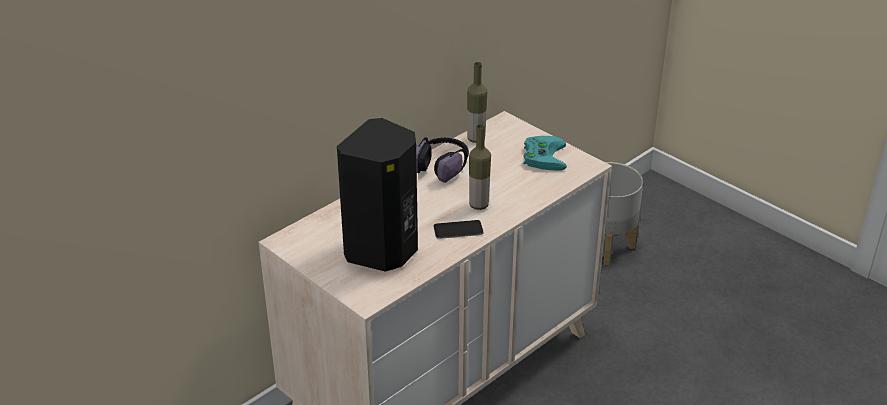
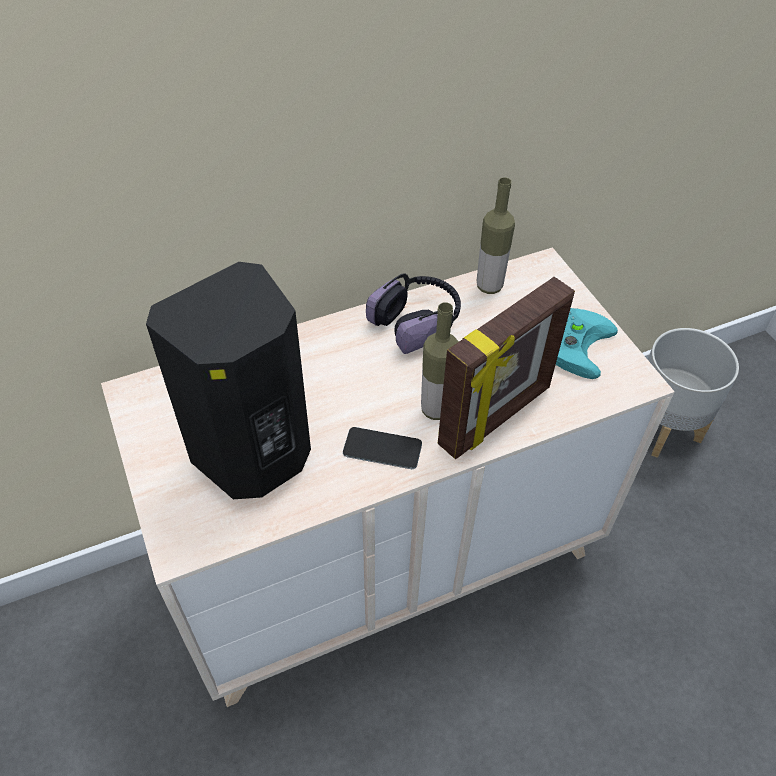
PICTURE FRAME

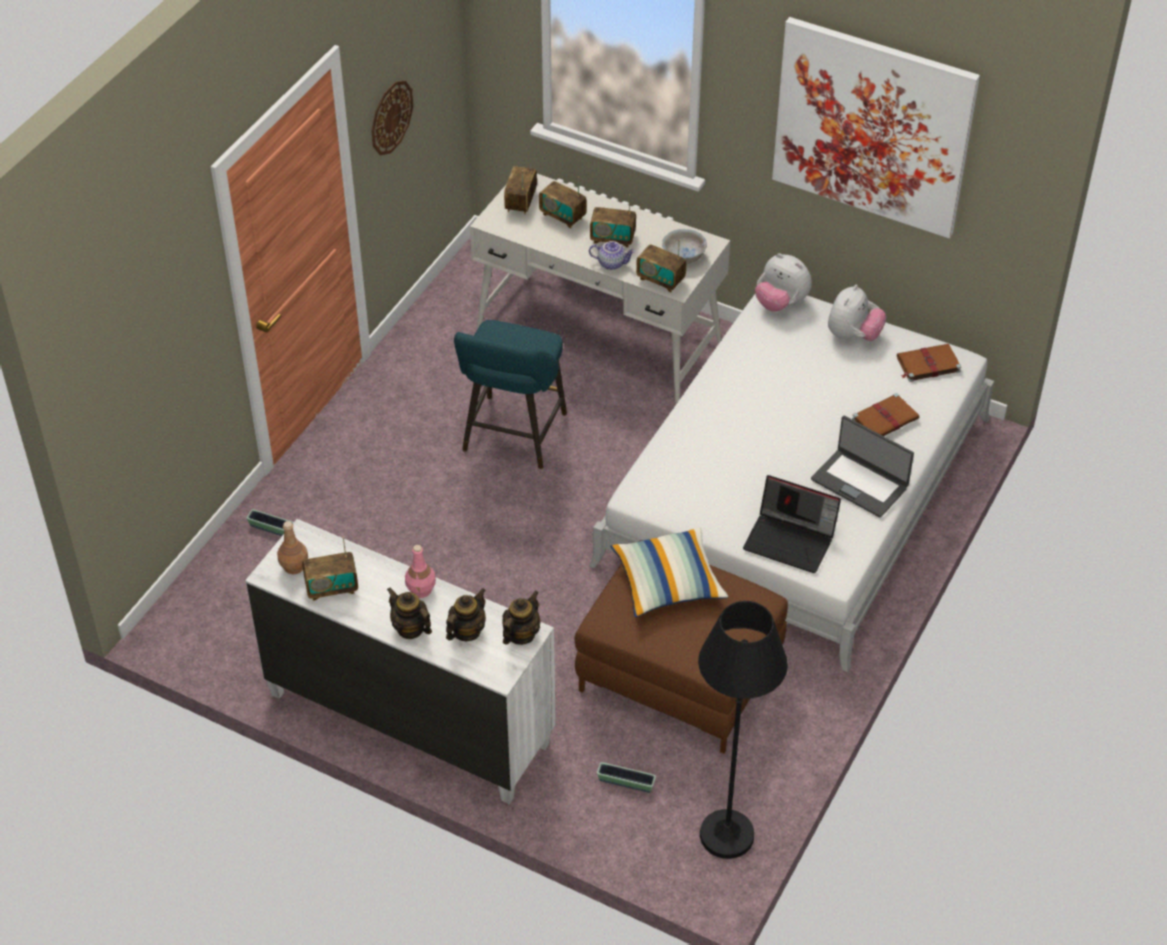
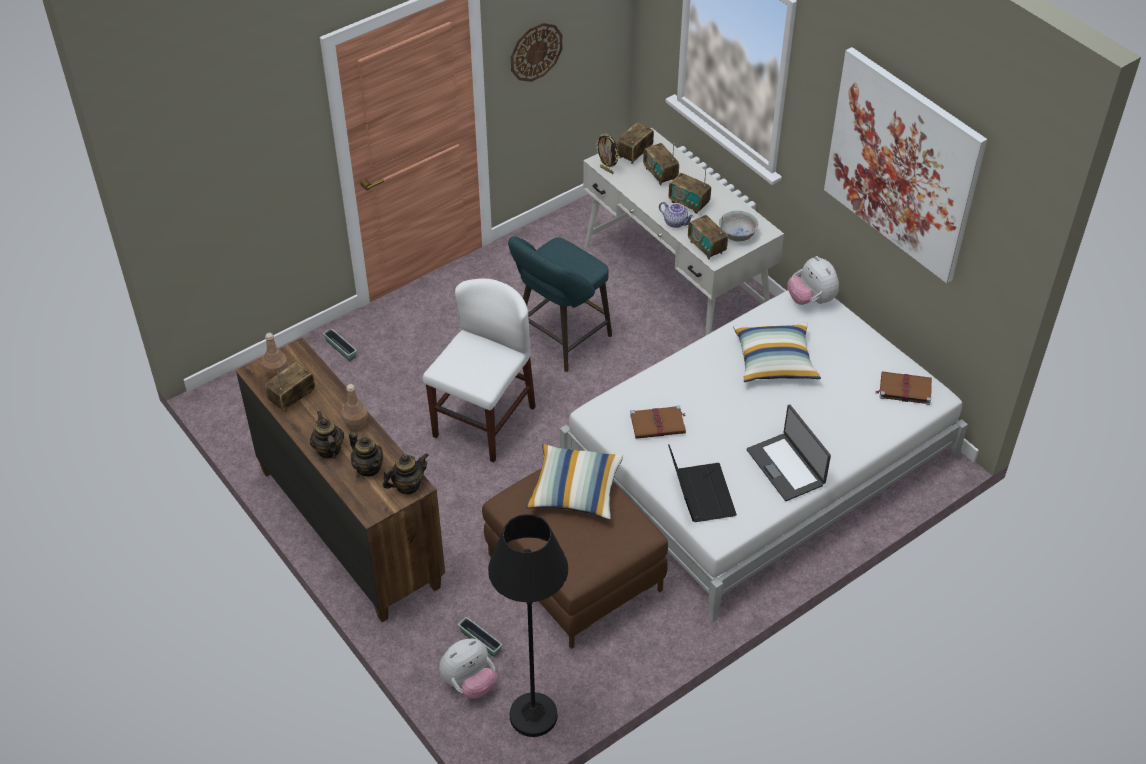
BROWN DRESSER
RADIO (no. 1 from left)
BROWN BOTTLE (no. 2 from left)
TEAPOT (no. 2 from left)
LAPTOP (no. 1 from left)
PLUSH TOY (no. 1 from left)
BROWN BOOK (no. 1 from left)
WHITE CHAIR
PICTURE FRAME
PILLOW (no. 2 from left)

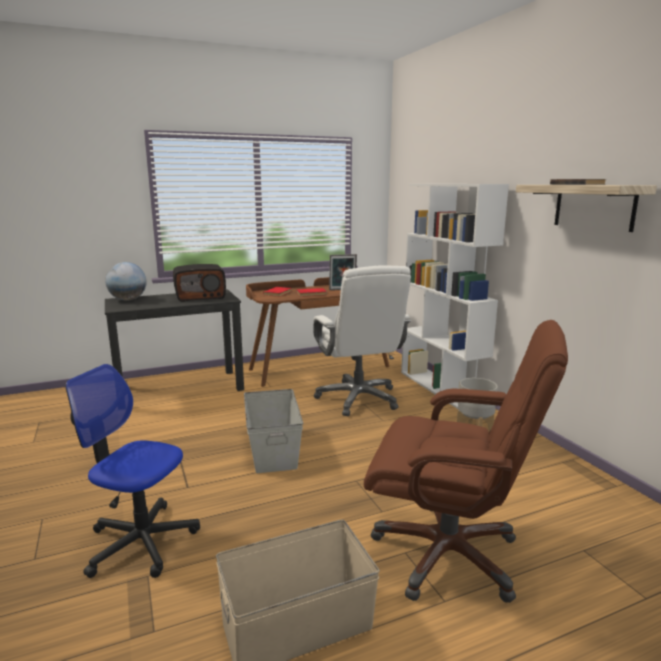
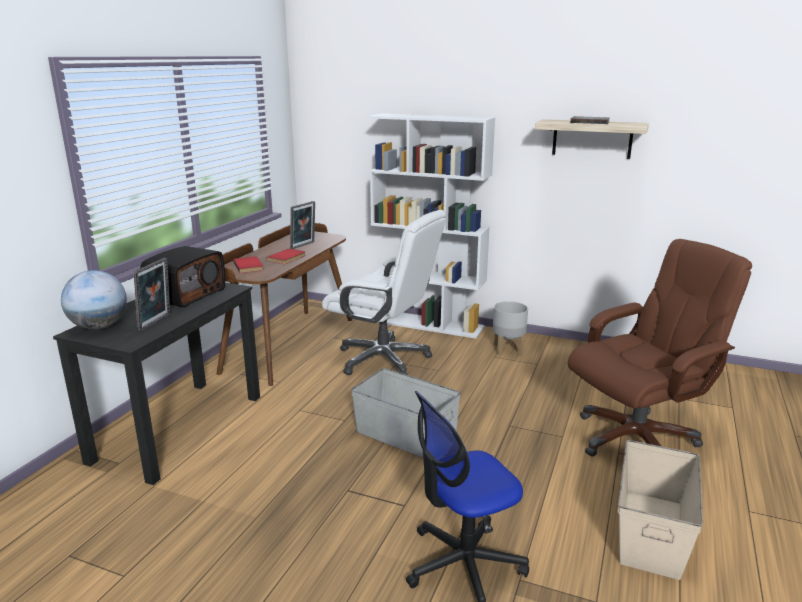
PICTURE FRAME (no. 1 from left)

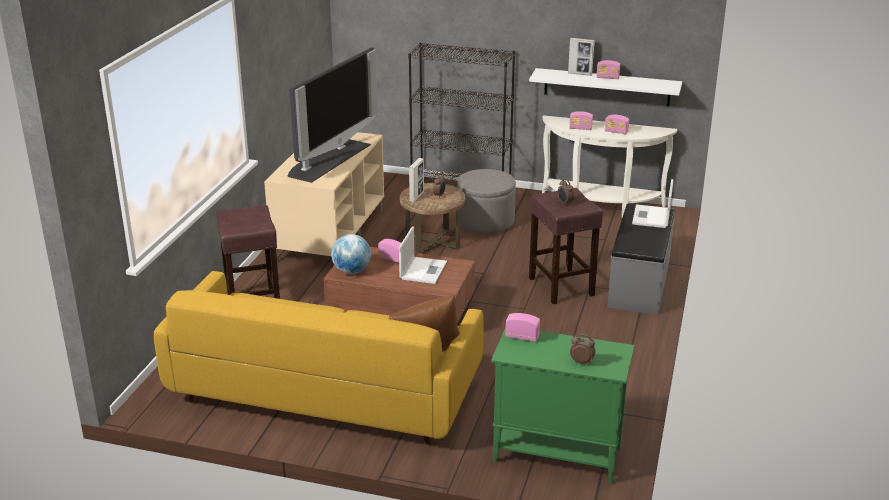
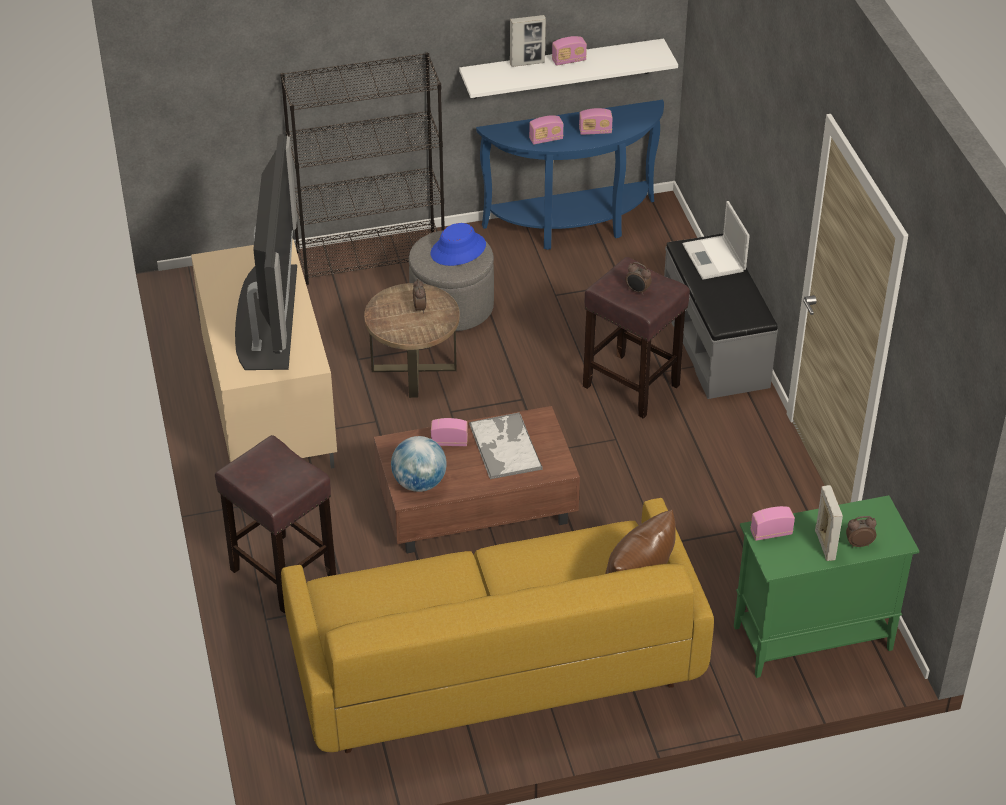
TRAY
PICTURE FRAME (no. 2 from left)
BLUE CONSOLE TABLE
BLUE HAT

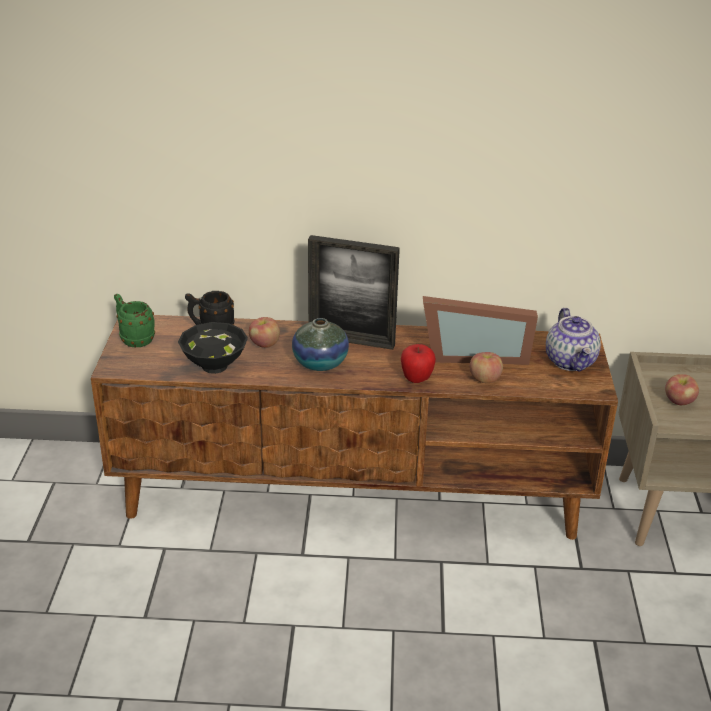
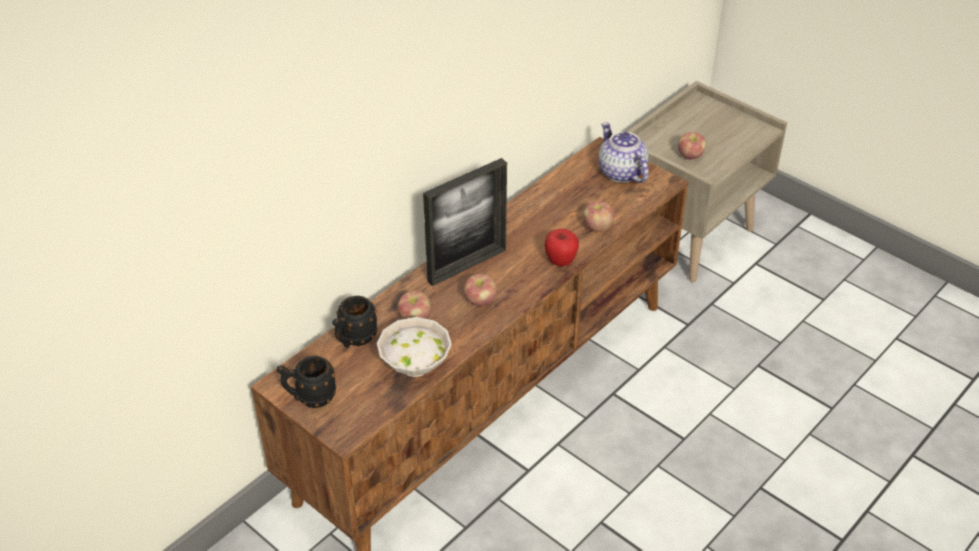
BLACK MUG (no. 1 from left)
WHITE BOWL
APPLE (no. 2 from left)
PICTURE FRAME (no. 2 from left in the first image)
TEAPOT

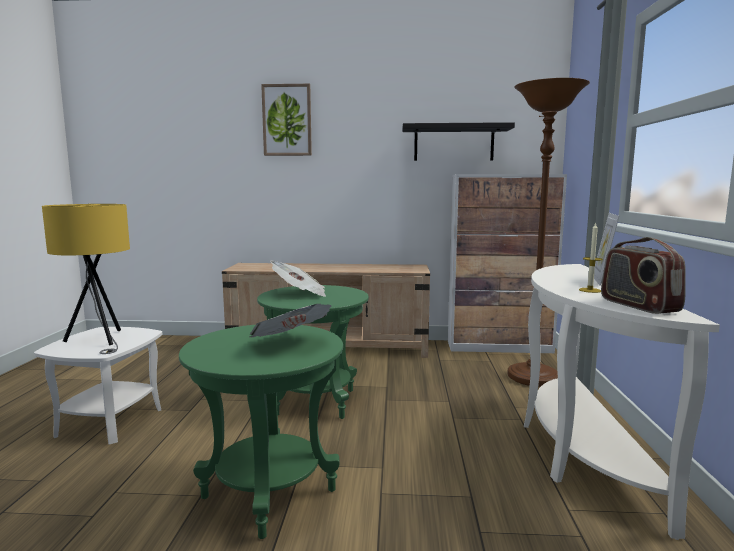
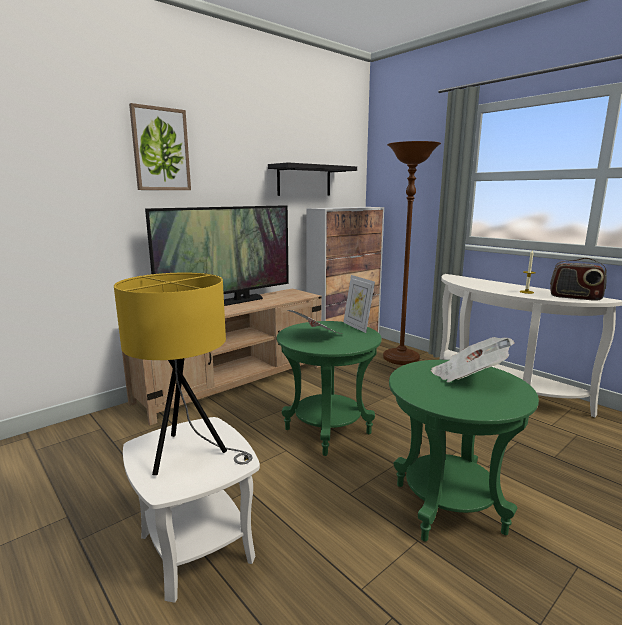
PICTURE FRAME
TELEVISION

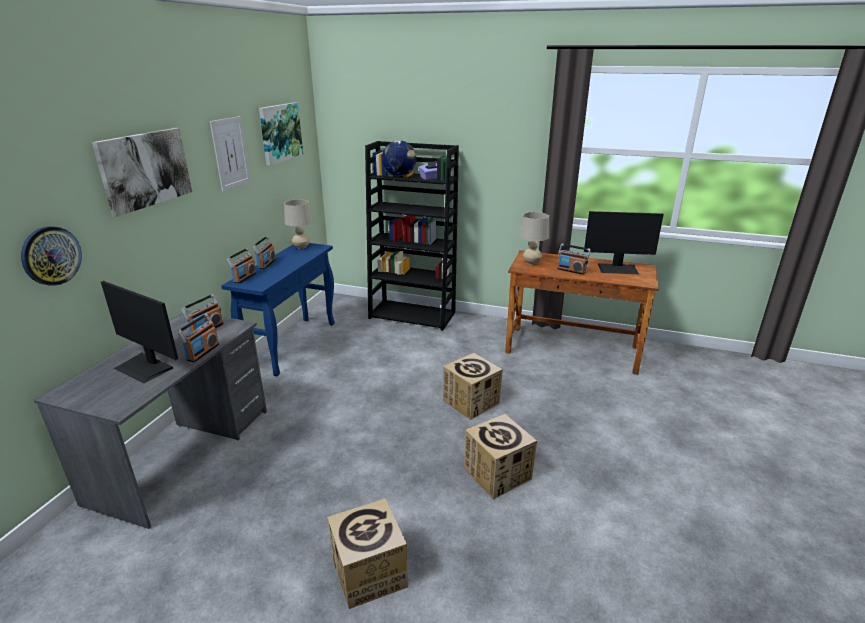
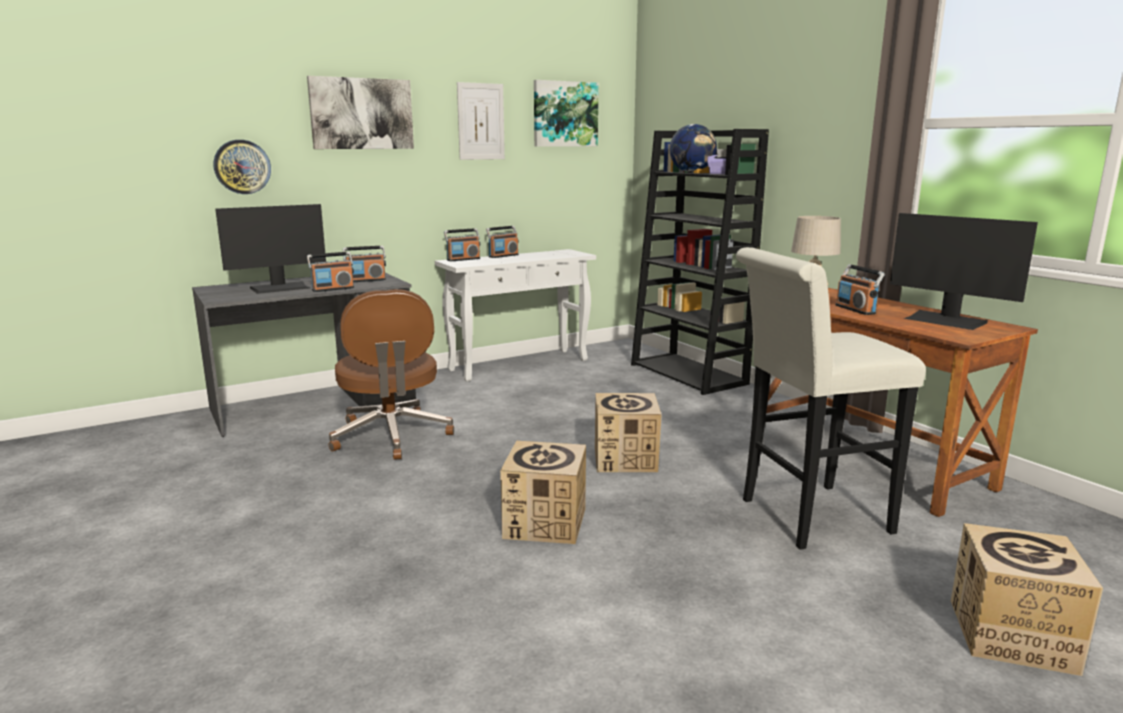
MONITOR (no. 1 from left)
WHITE CONSOLE TABLE
BEIGE TABLE LAMP (no. 1 from left in the first image)
CARDBOARD BOX (no. 3 from left)
BROWN OFFICE CHAIR
WHITE STOOL

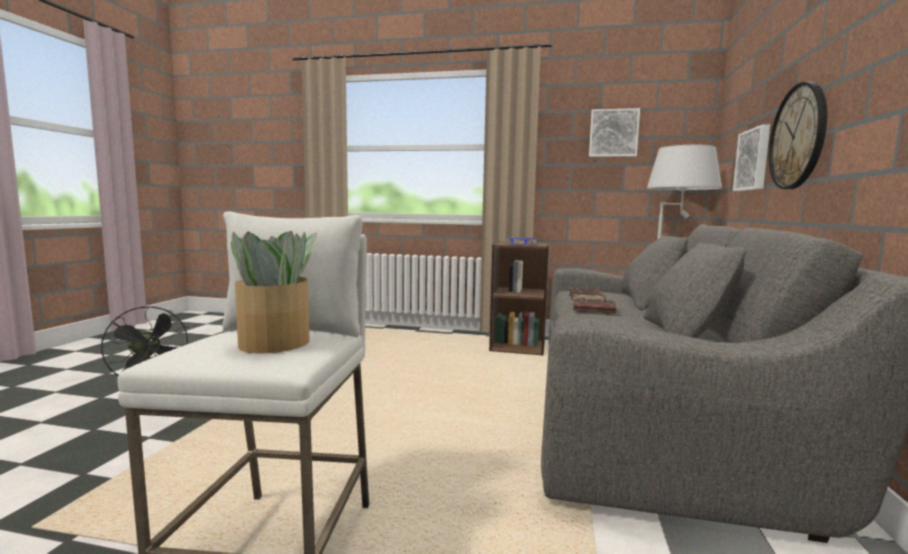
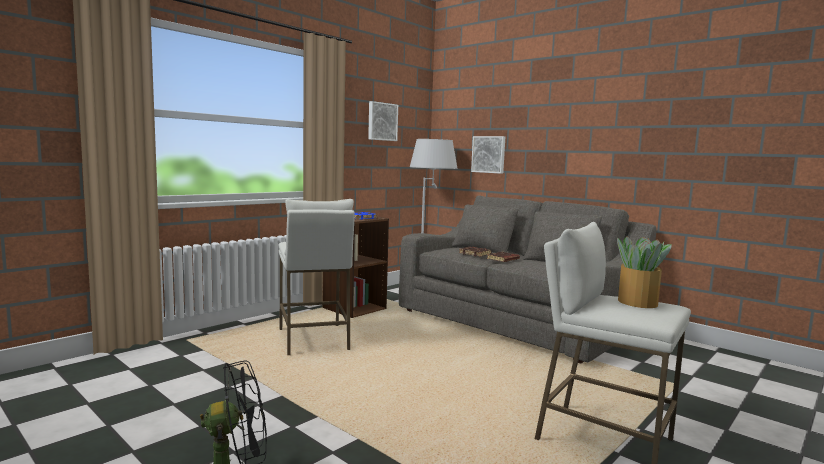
WALL CLOCK
WHITE STOOL (no. 1 from left)

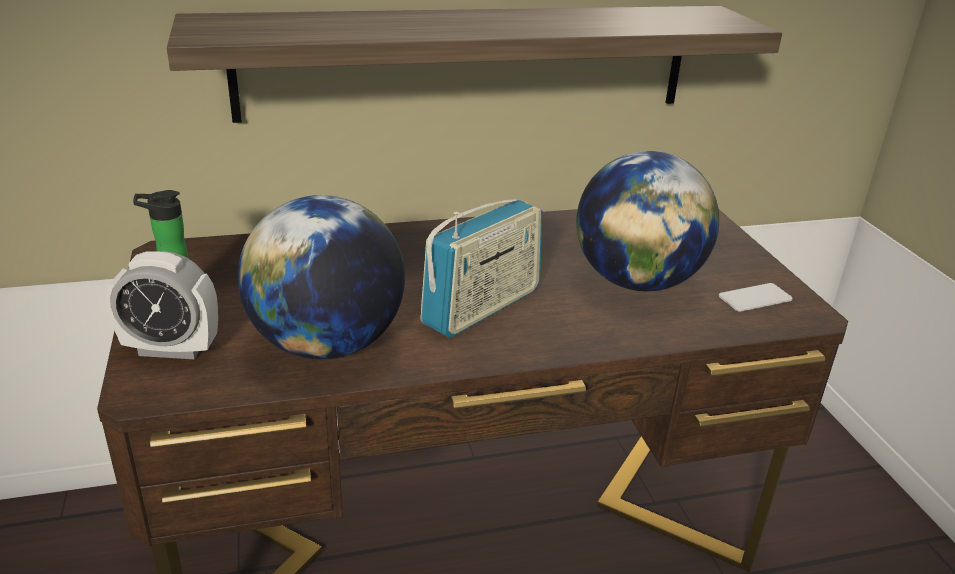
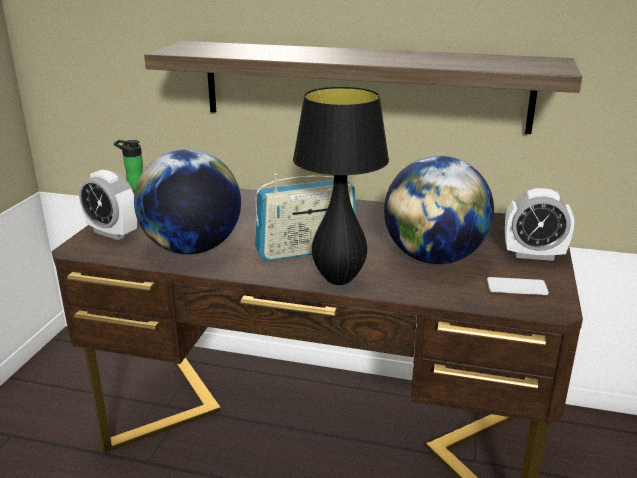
BLACK TABLE LAMP
ALARM CLOCK (no. 2 from left)

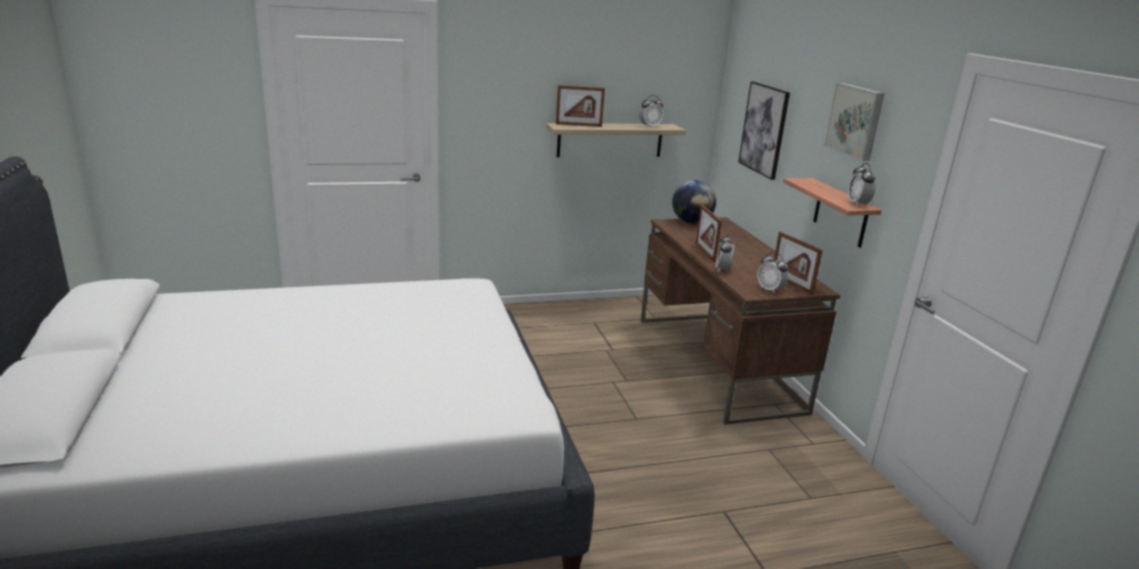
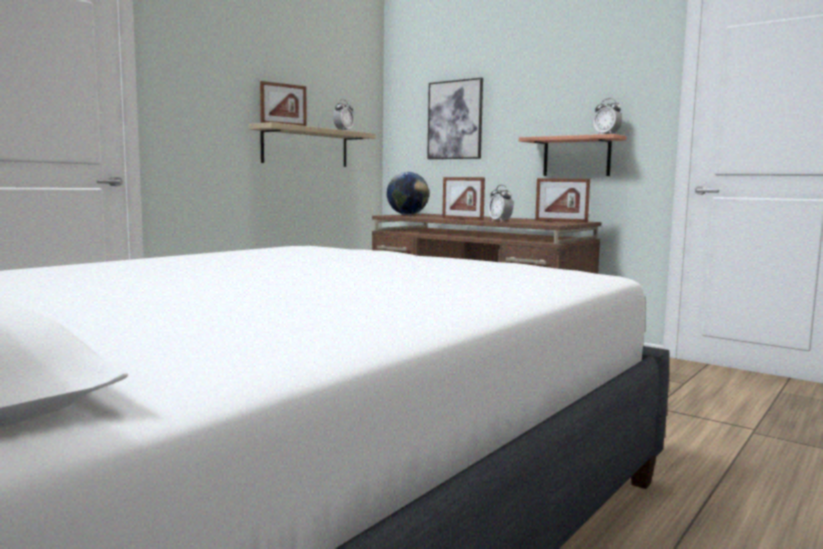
ALARM CLOCK (no. 3 from left in the first image)
PICTURE (no. 2 from left in the first image)

